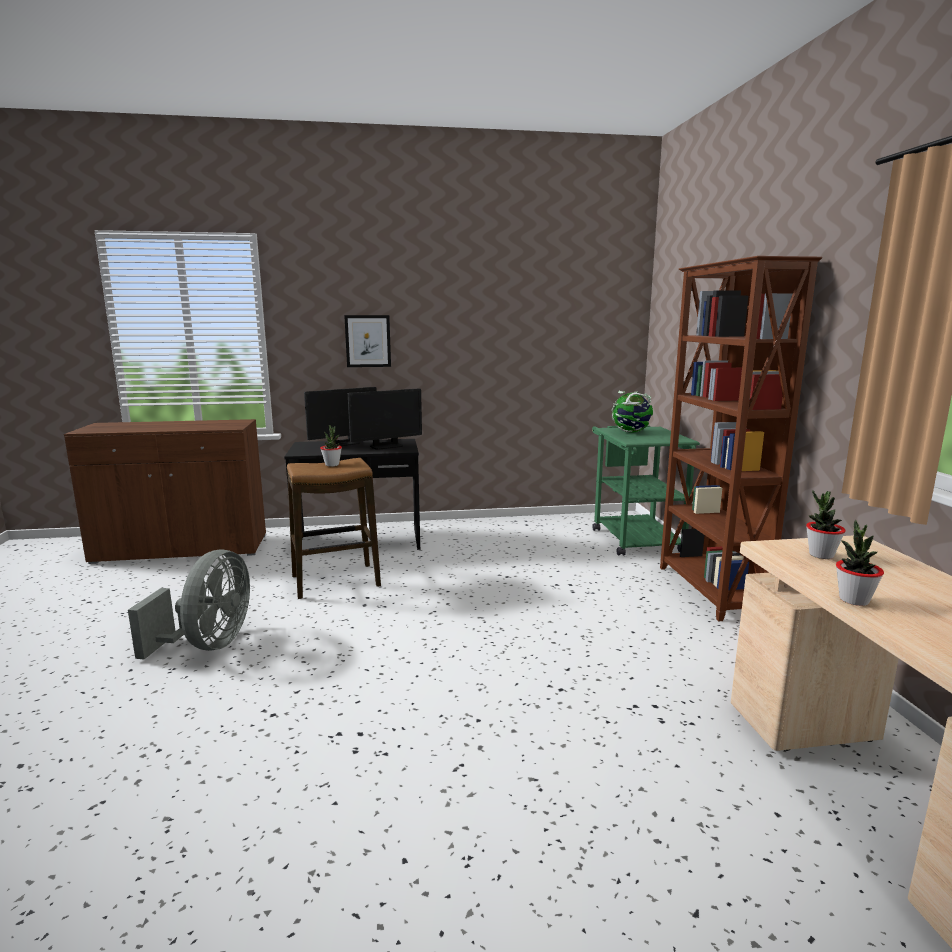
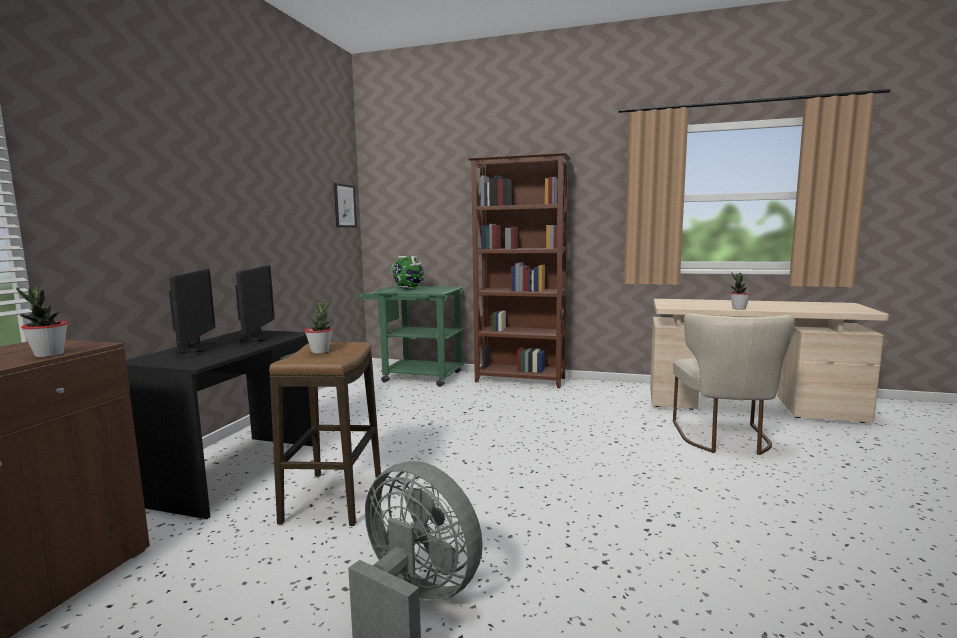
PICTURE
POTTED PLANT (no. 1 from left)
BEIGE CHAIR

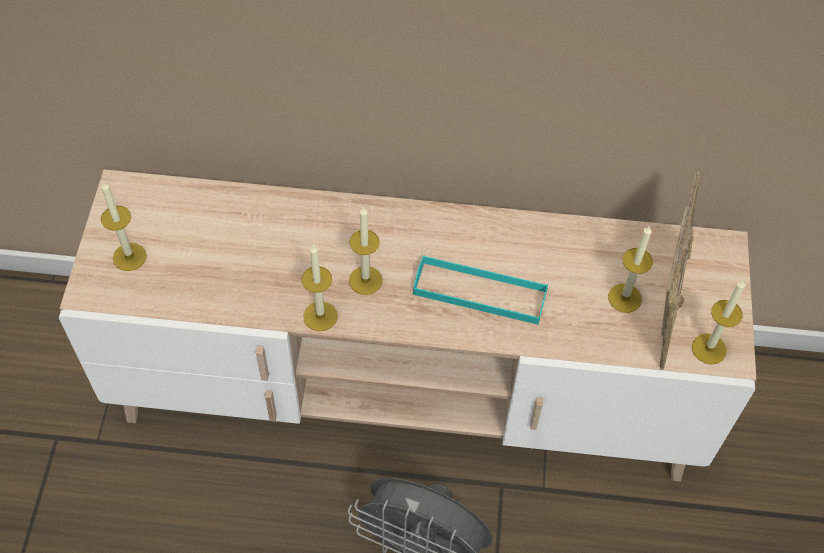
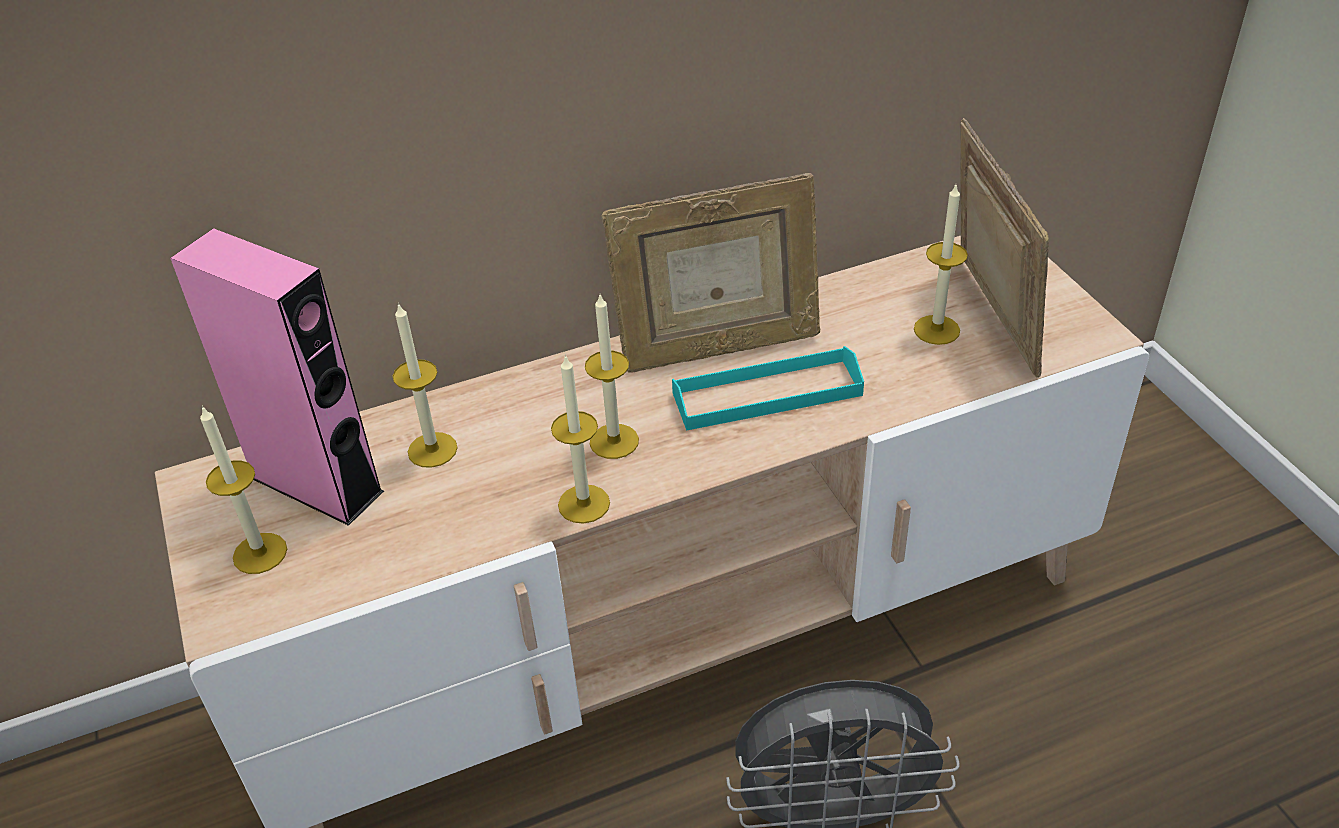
CANDLE (no. 2 from left)
PINK SPEAKER
PICTURE FRAME (no. 1 from left)

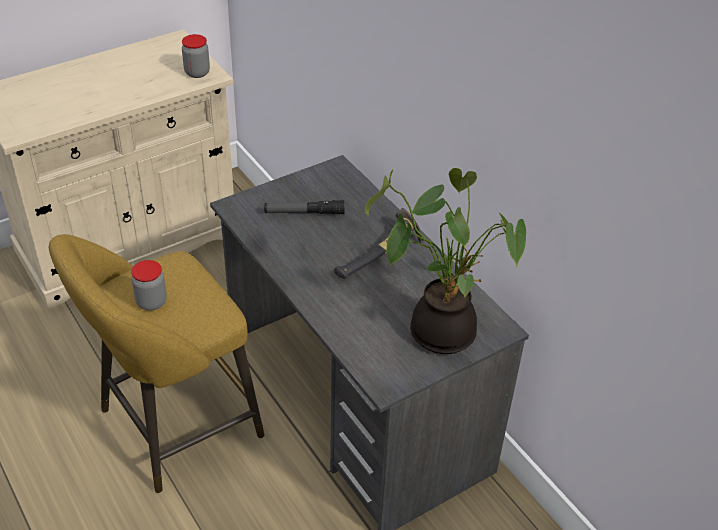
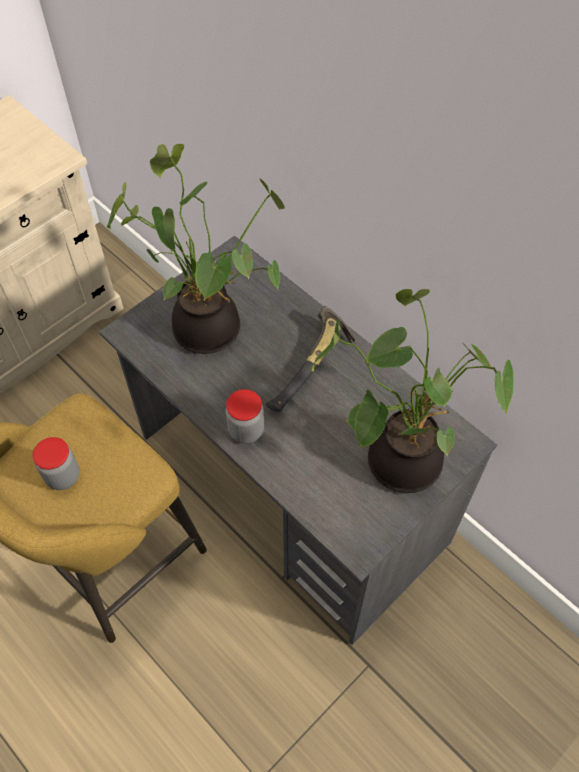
JAR (no. 2 from left)
POTTED PLANT (no. 1 from left)

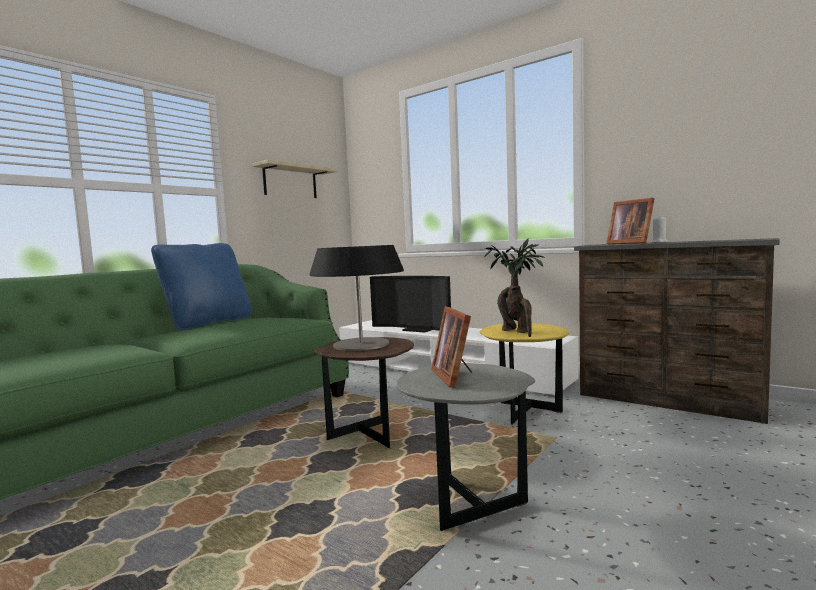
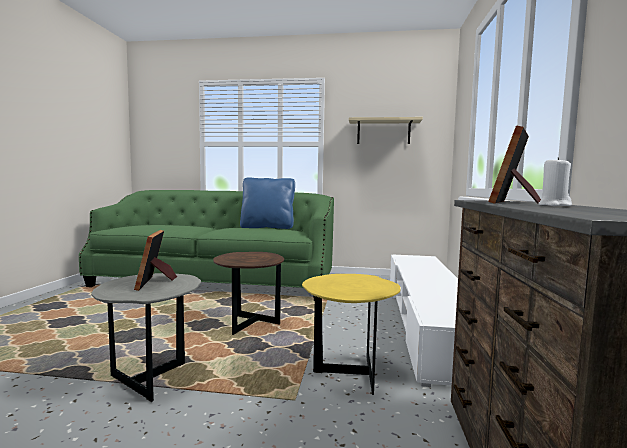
TABLE LAMP
TELEVISION
PICTURE FRAME (no. 1 from left)
POTTED PLANT

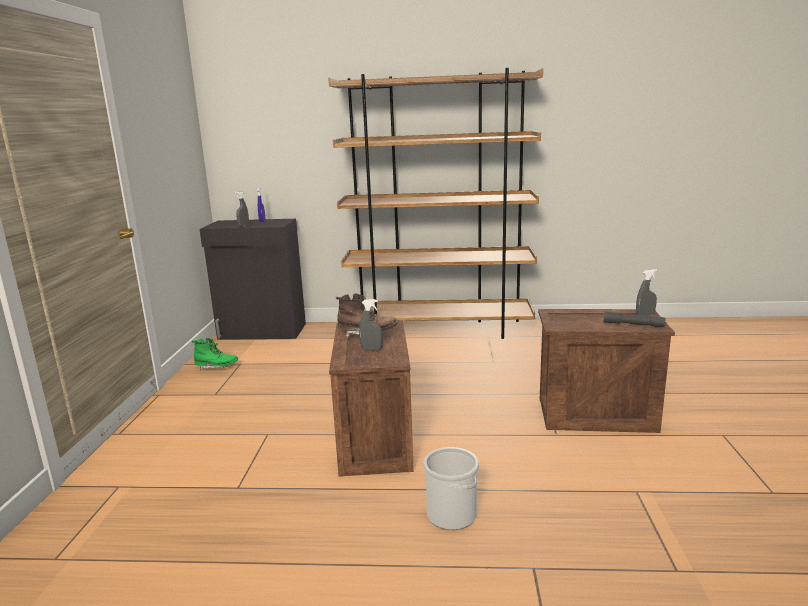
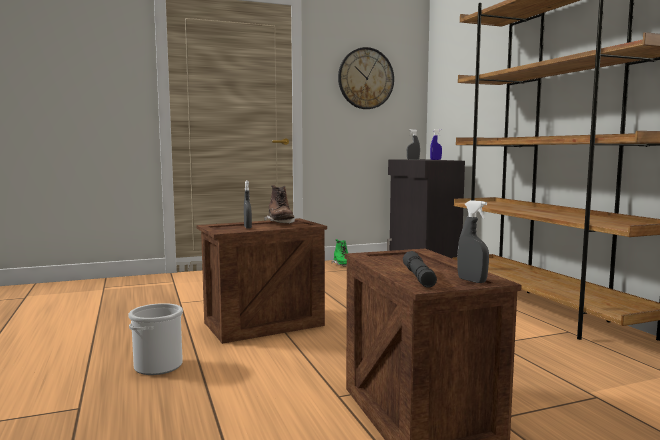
WALL CLOCK

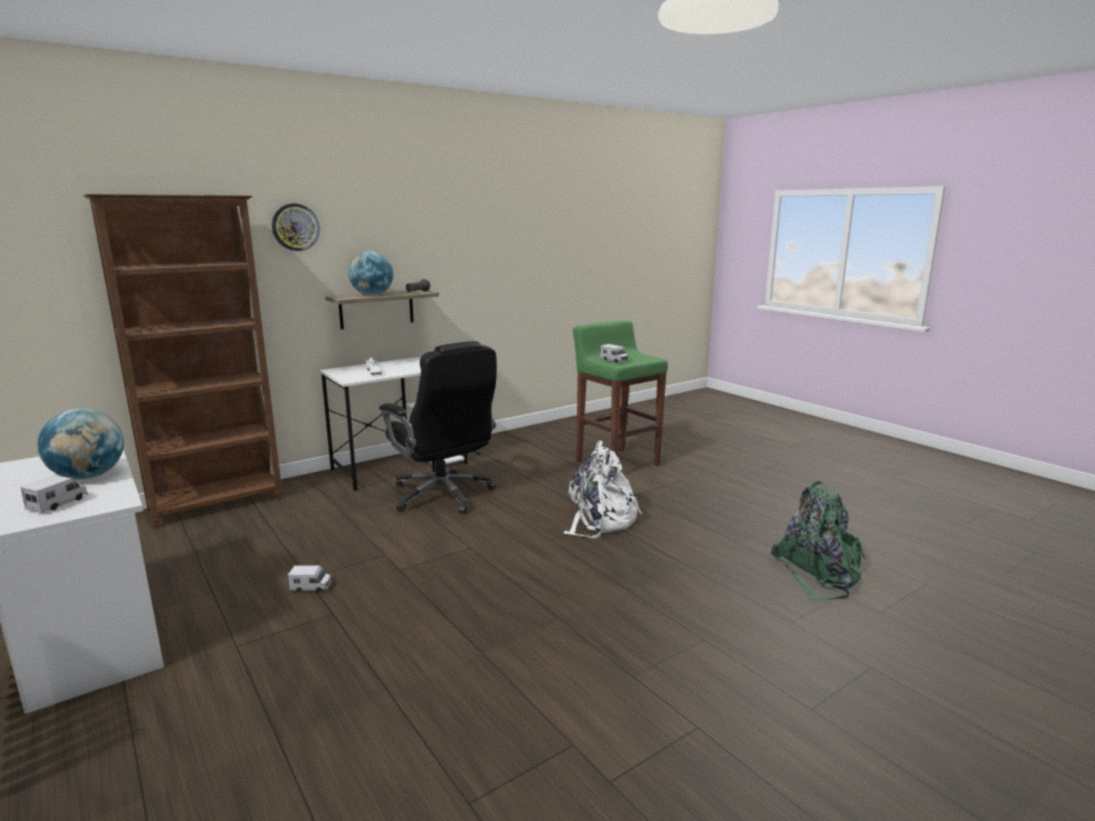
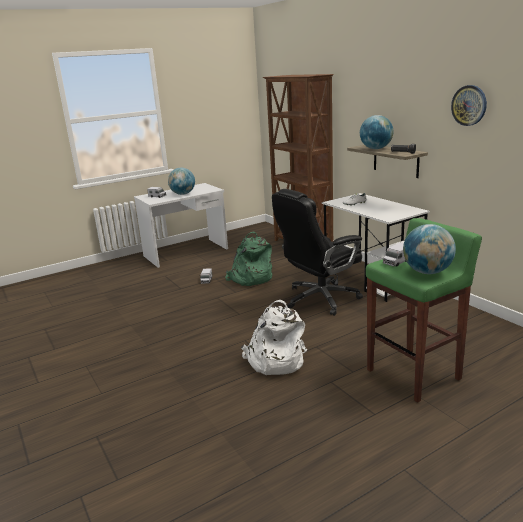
WALL CLOCK
GREEN BACKPACK
GLOBE (no. 3 from left)

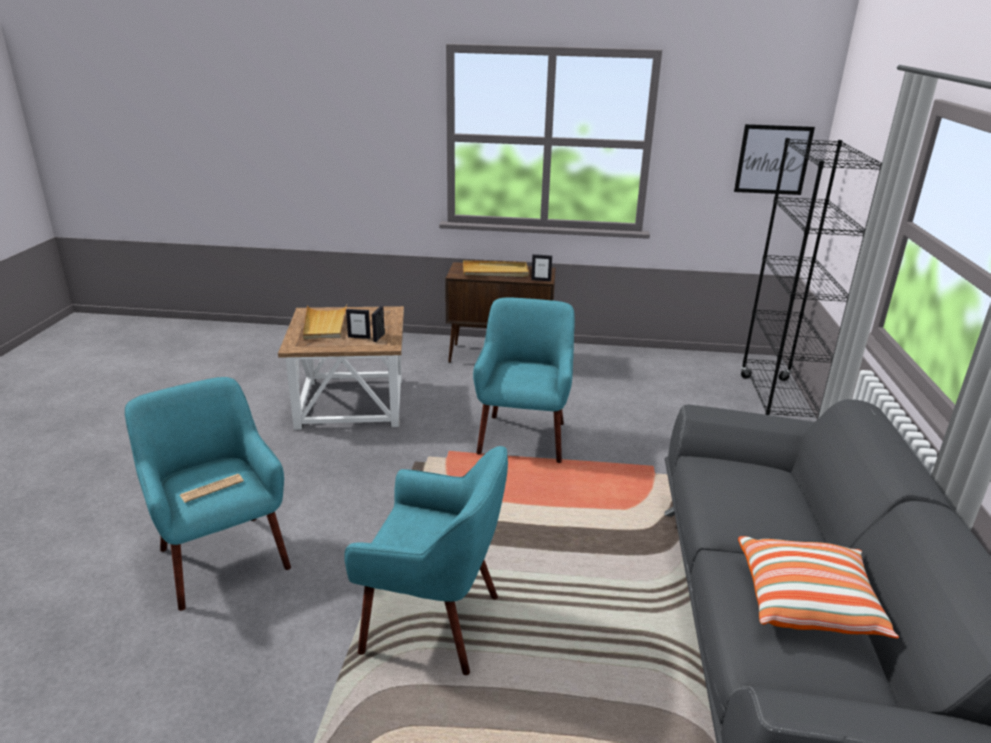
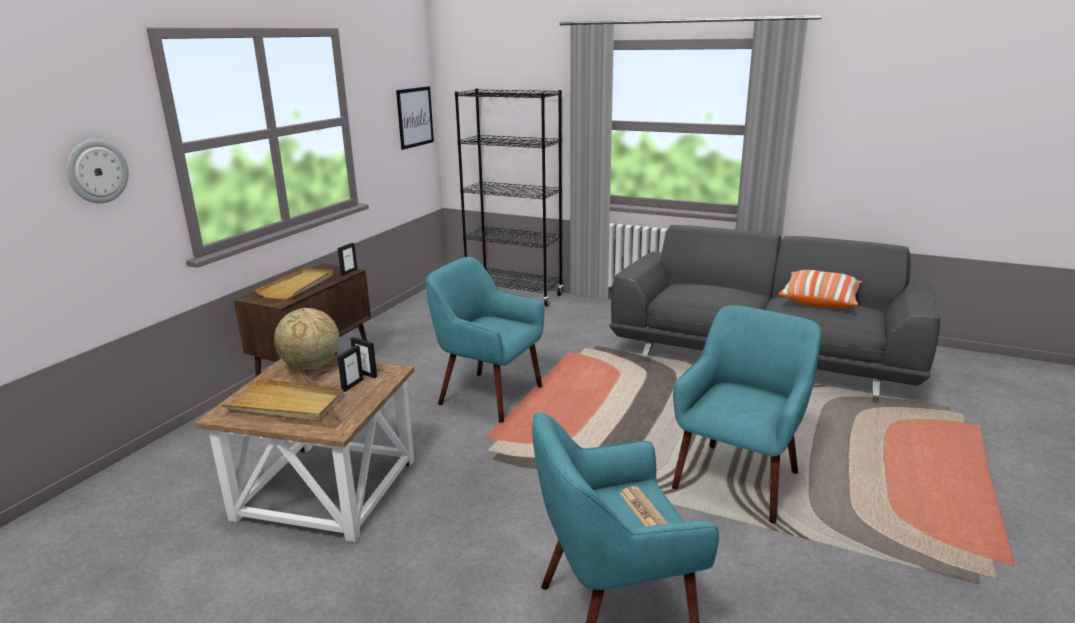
WALL CLOCK
GLOBE

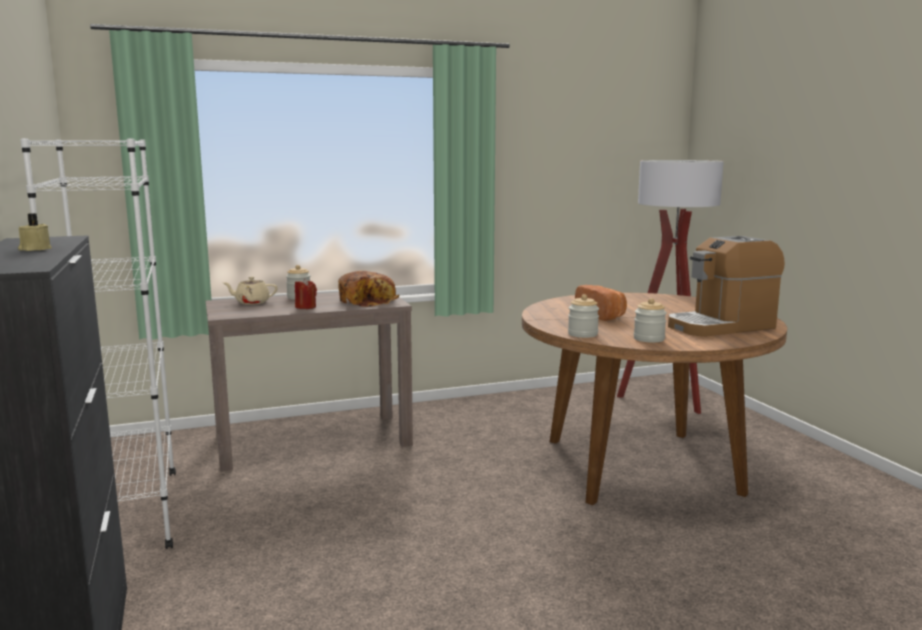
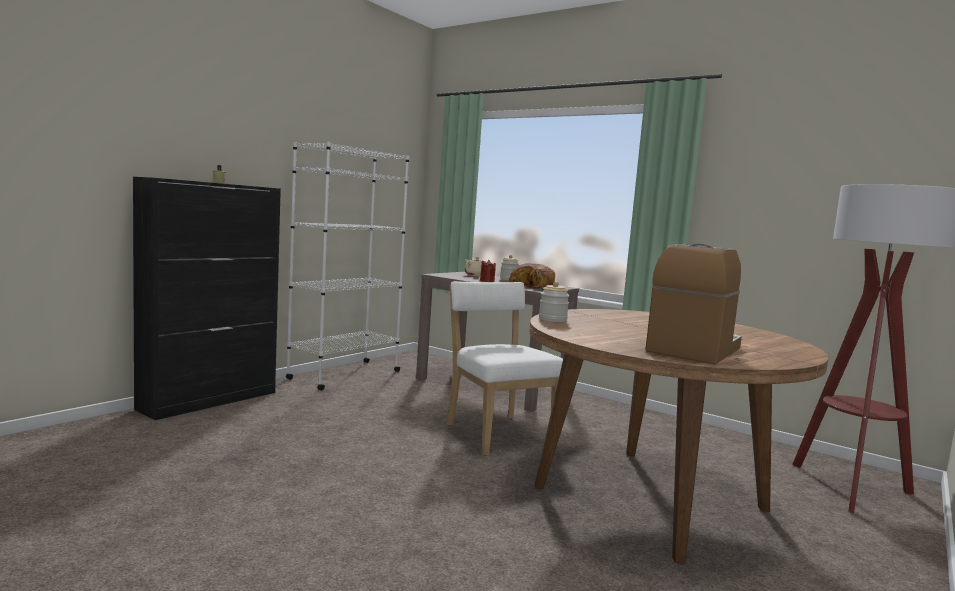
BREAD (no. 2 from left in the first image)
JAR (no. 3 from left in the first image)
COFFEE MACHINE
WHITE CHAIR

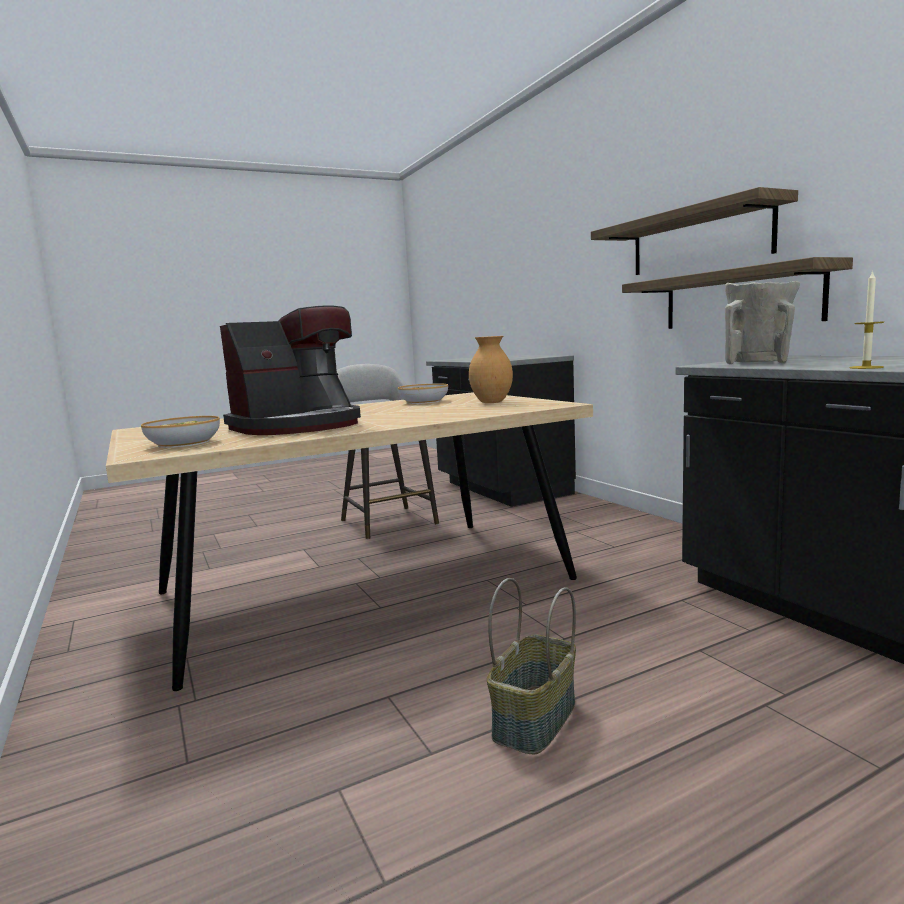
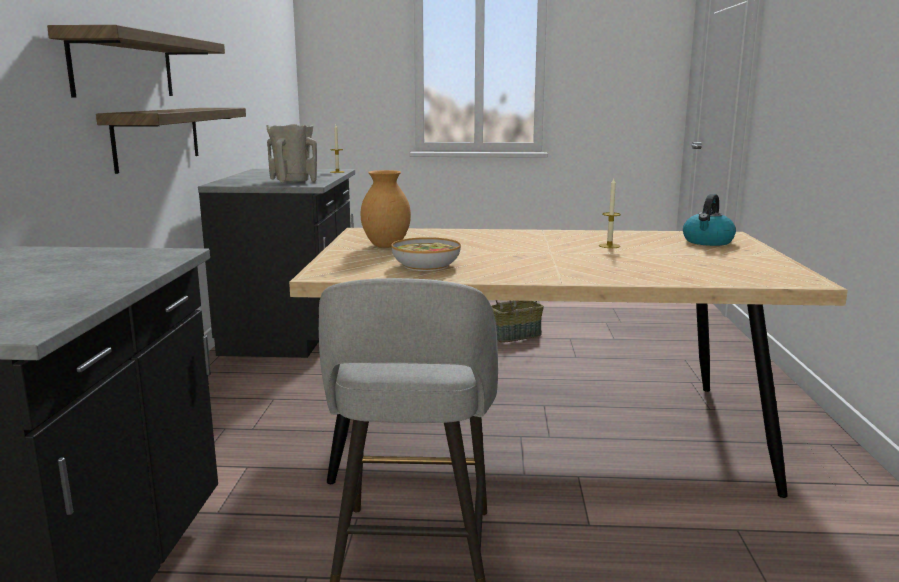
KETTLE
CANDLE (no. 2 from left)

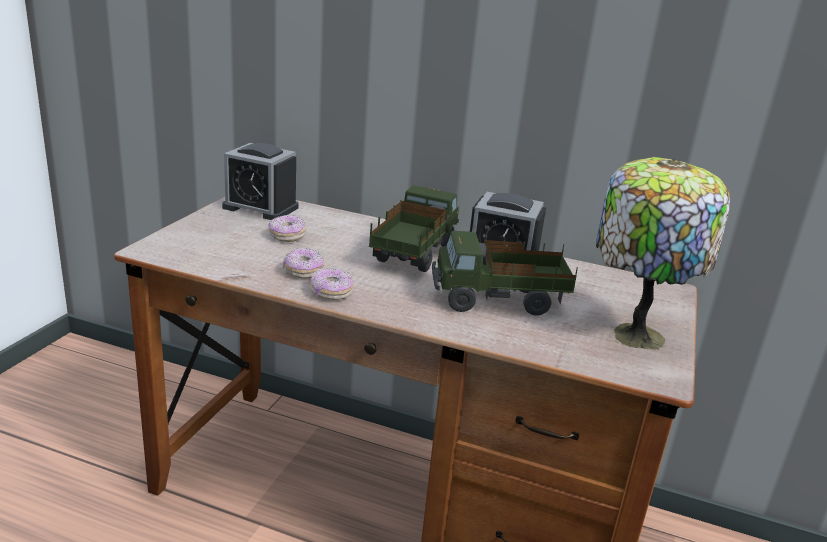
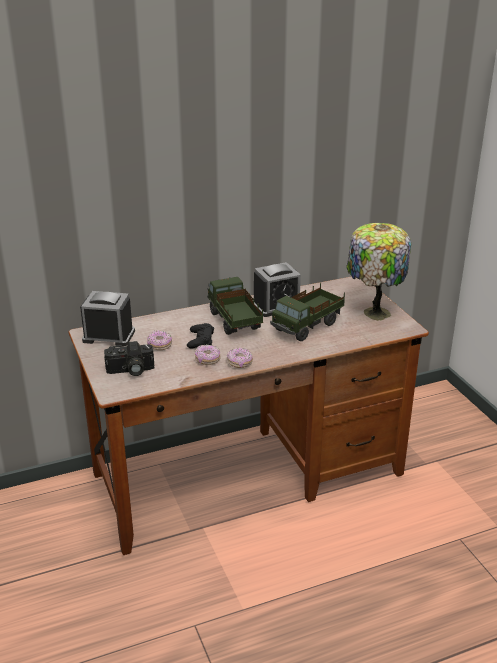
ALARM CLOCK (no. 1 from left)
PHOTO CAMERA
BLACK GAME CONTROLLER

